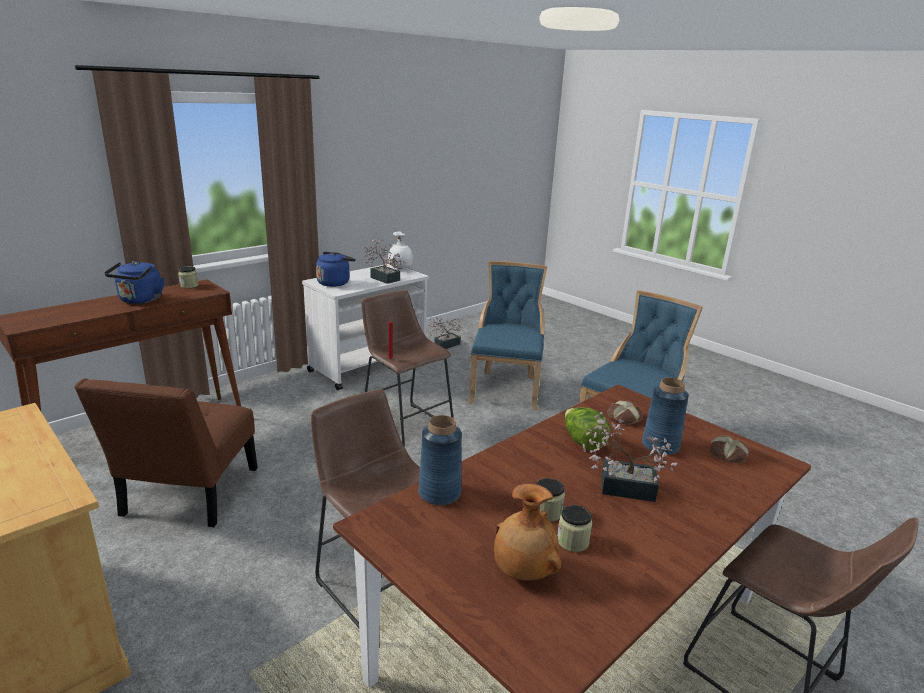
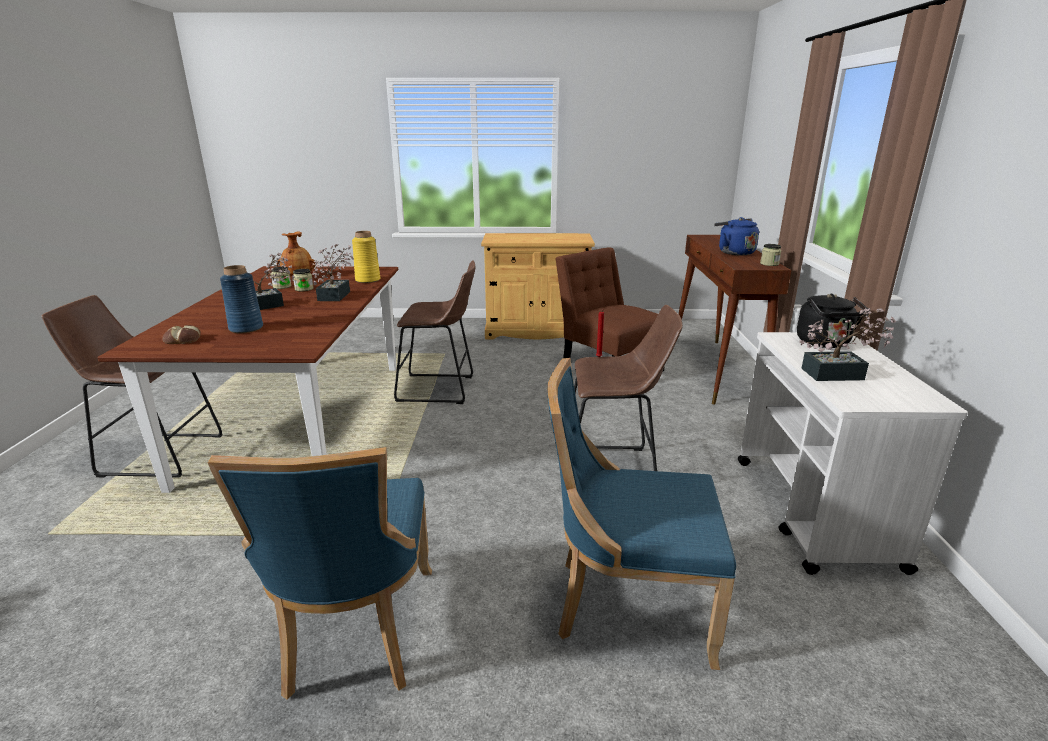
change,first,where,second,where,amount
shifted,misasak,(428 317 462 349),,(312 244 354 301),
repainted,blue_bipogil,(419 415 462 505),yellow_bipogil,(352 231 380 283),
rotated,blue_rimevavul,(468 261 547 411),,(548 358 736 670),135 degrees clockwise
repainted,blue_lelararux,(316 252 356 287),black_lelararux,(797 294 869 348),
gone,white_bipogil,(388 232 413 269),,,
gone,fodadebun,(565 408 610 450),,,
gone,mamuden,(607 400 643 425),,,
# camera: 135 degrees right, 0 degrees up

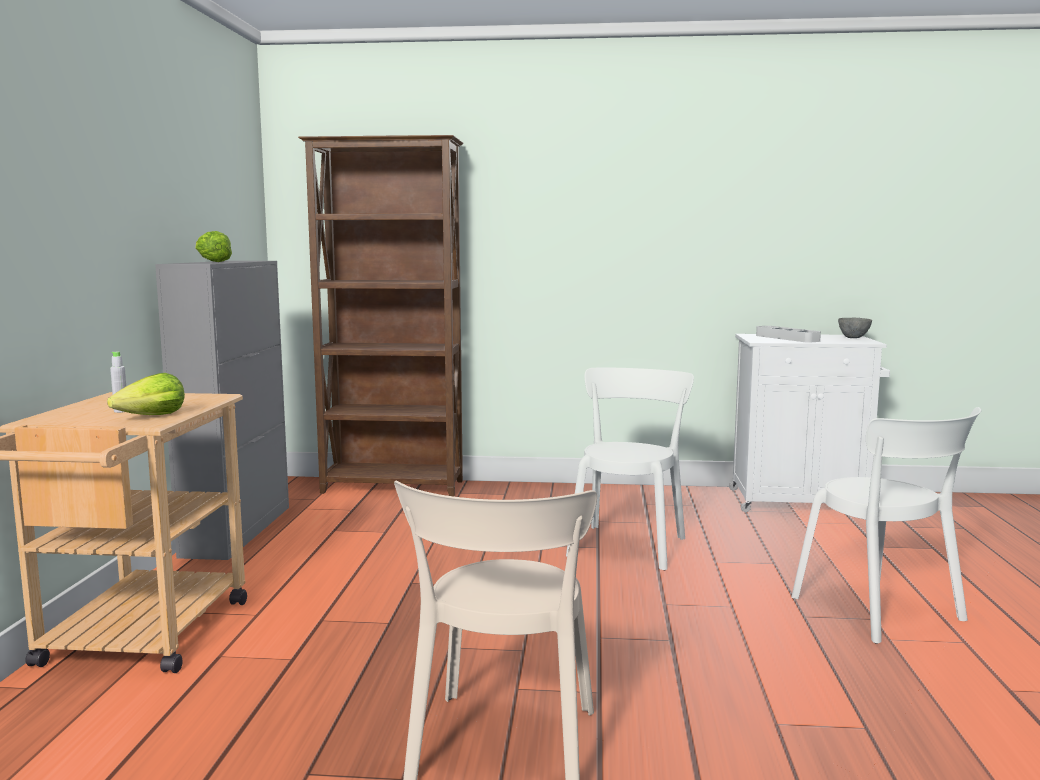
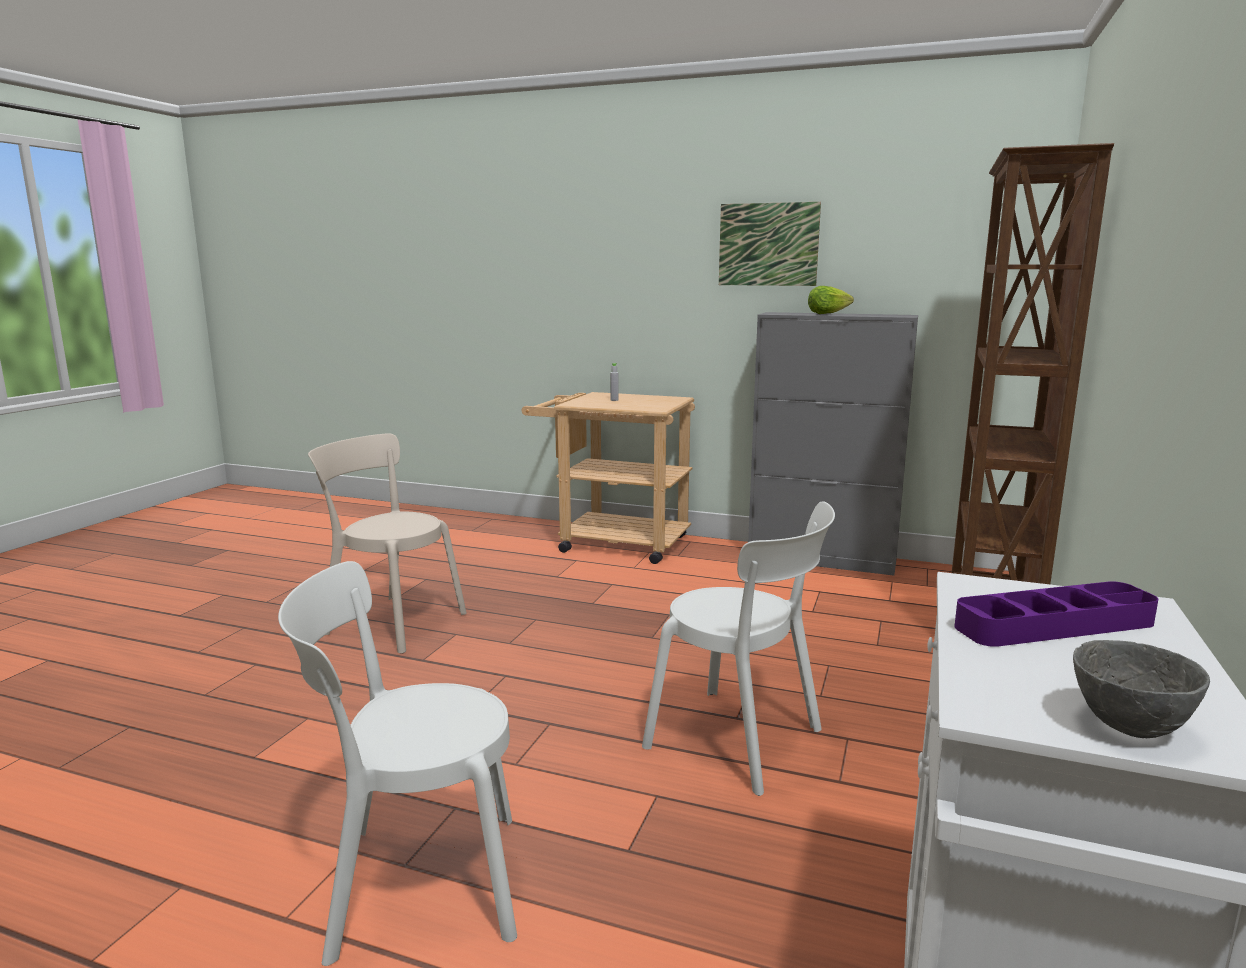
change,first,where,second,where,amount
new,,,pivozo,(719 202 821 286),
repainted,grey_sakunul,(756 326 821 343),purple_sakunul,(954 581 1158 647),
gone,fodadebun,(107 373 185 415),,,
# camera: 105 degrees right, 5 degrees up

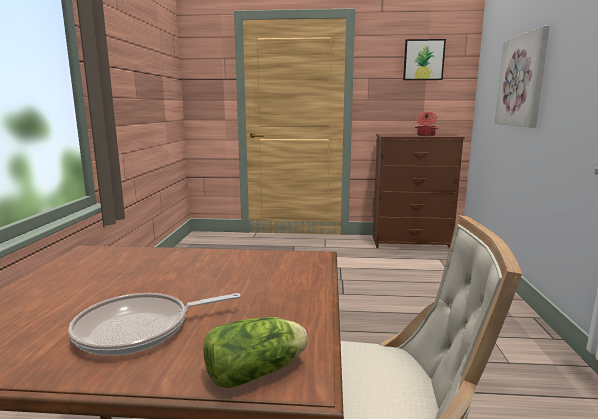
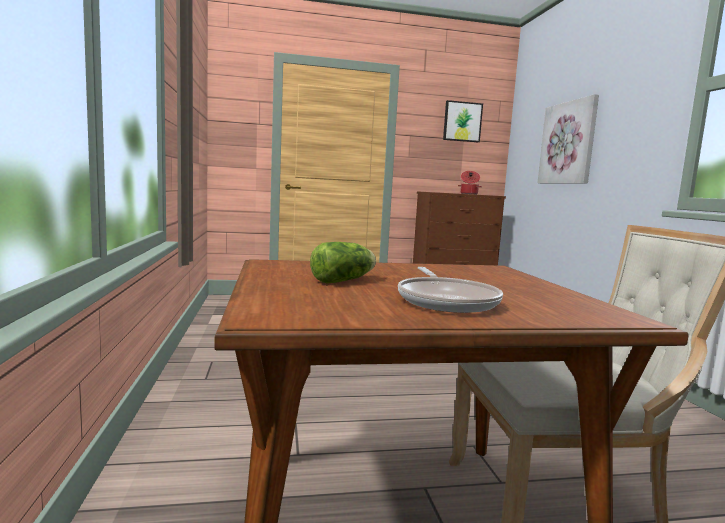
change,first,where,second,where,amount
shifted,fodadebun,(203 317 308 388),,(310 242 376 283),
rotated,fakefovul,(68 293 241 356),,(398 267 503 313),60 degrees counterclockwise
# camera: 15 degrees left, 5 degrees down

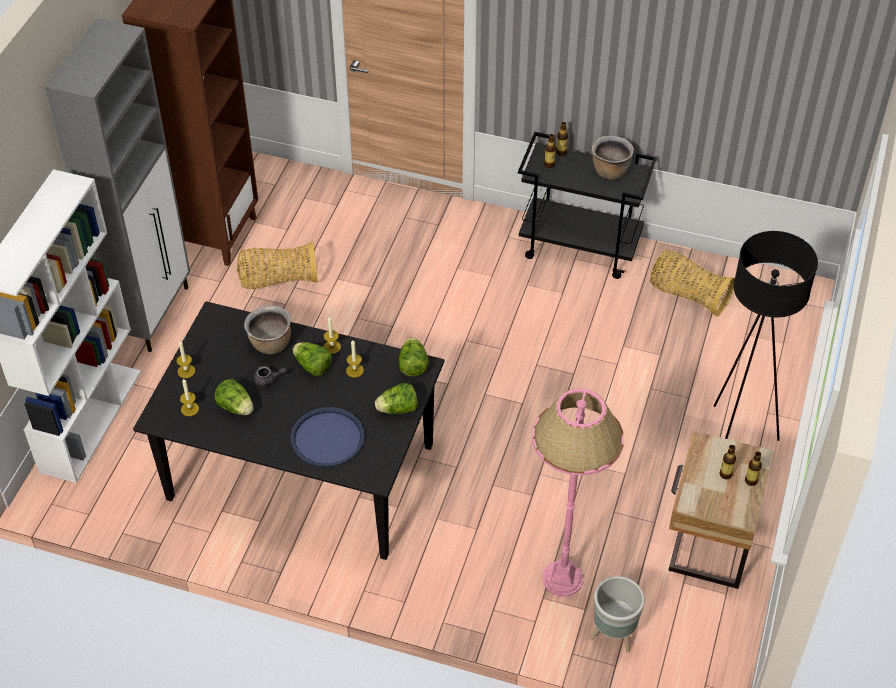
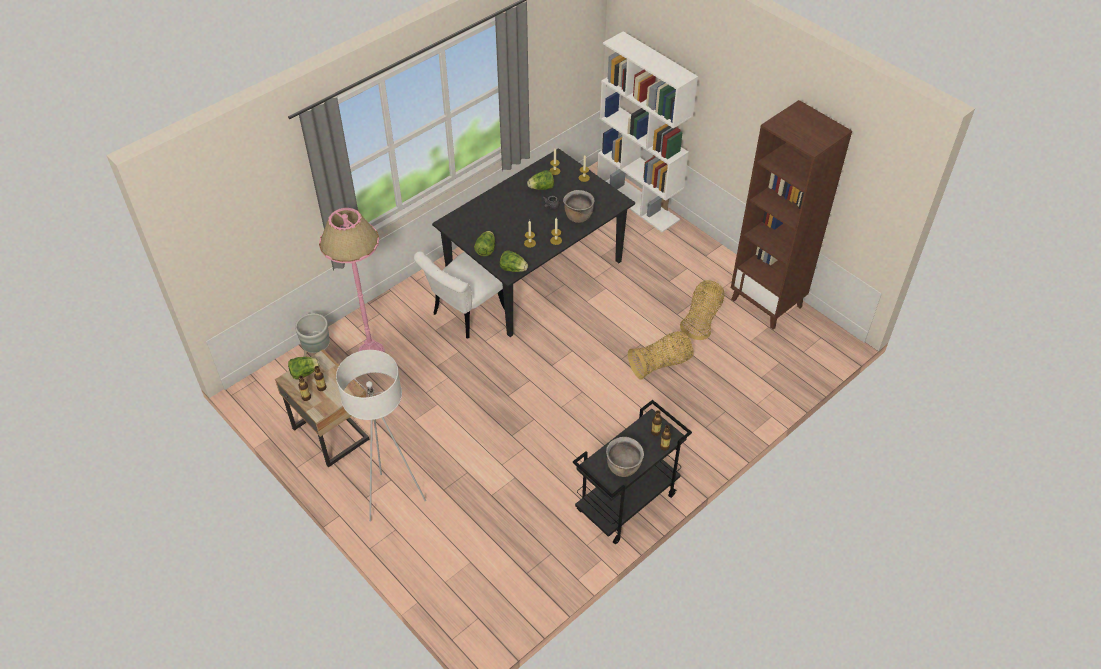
change,first,where,second,where,amount
shifted,fodadebun,(293 342 332 376),,(288 357 320 380),
repainted,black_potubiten,(714 231 818 441),white_potubiten,(336 350 426 522),
new,,,white_rimevavul,(414 251 505 338),
shifted,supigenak,(650 250 735 317),,(628 331 694 380),
gone,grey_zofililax,(45 18 190 352),,,
gone,blue_sakunul,(291 407 365 467),,,
# camera: 120 degrees right, 0 degrees up

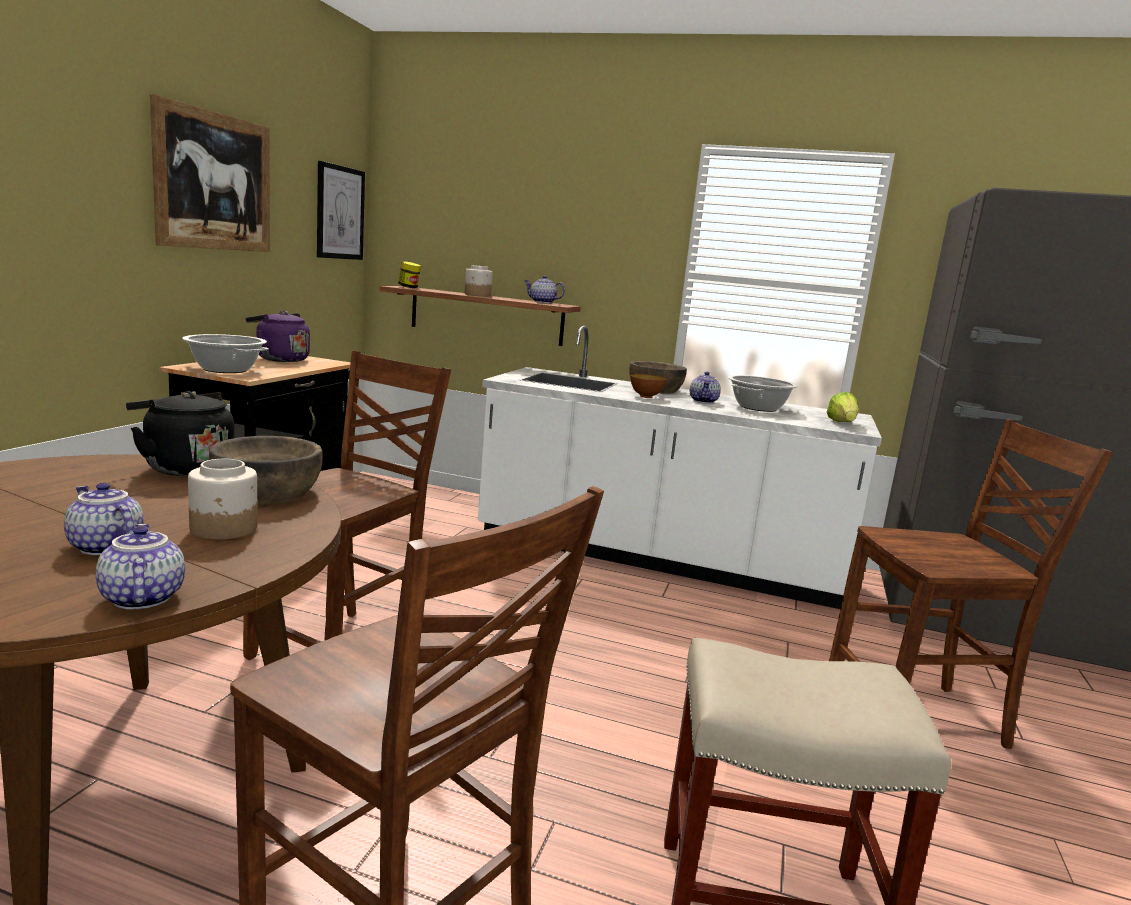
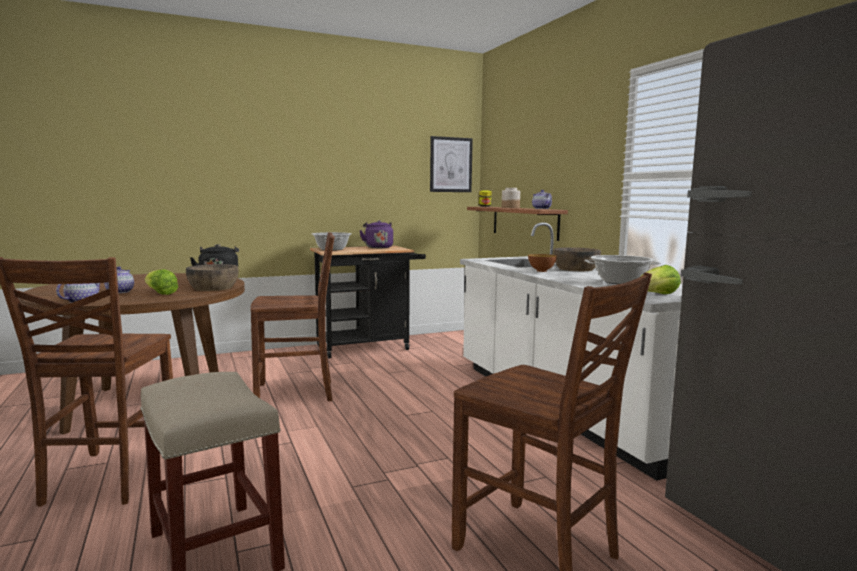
change,first,where,second,where,amount
swapped,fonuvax,(188 459 258 540),fodadebun,(145 269 178 295),
gone,pivozo,(150 94 270 252),,,
gone,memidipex,(690 372 721 404),,,
# camera: 50 degrees right, 5 degrees down

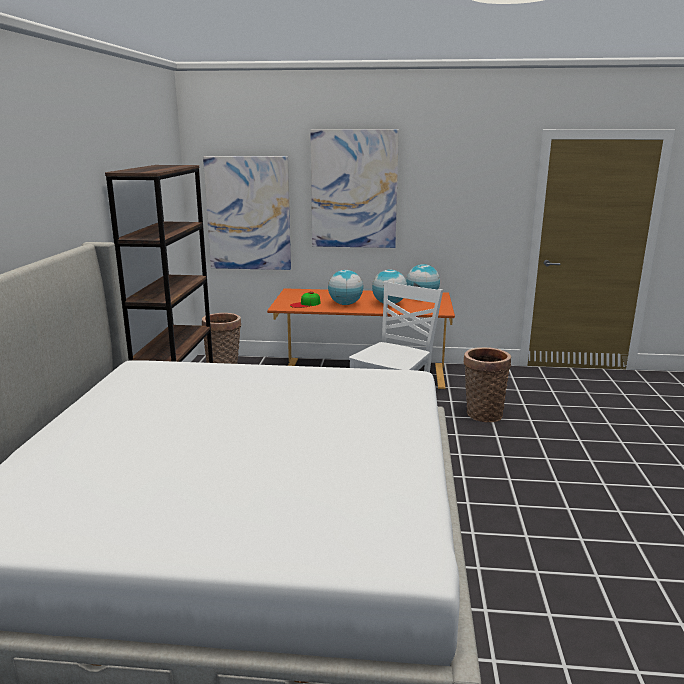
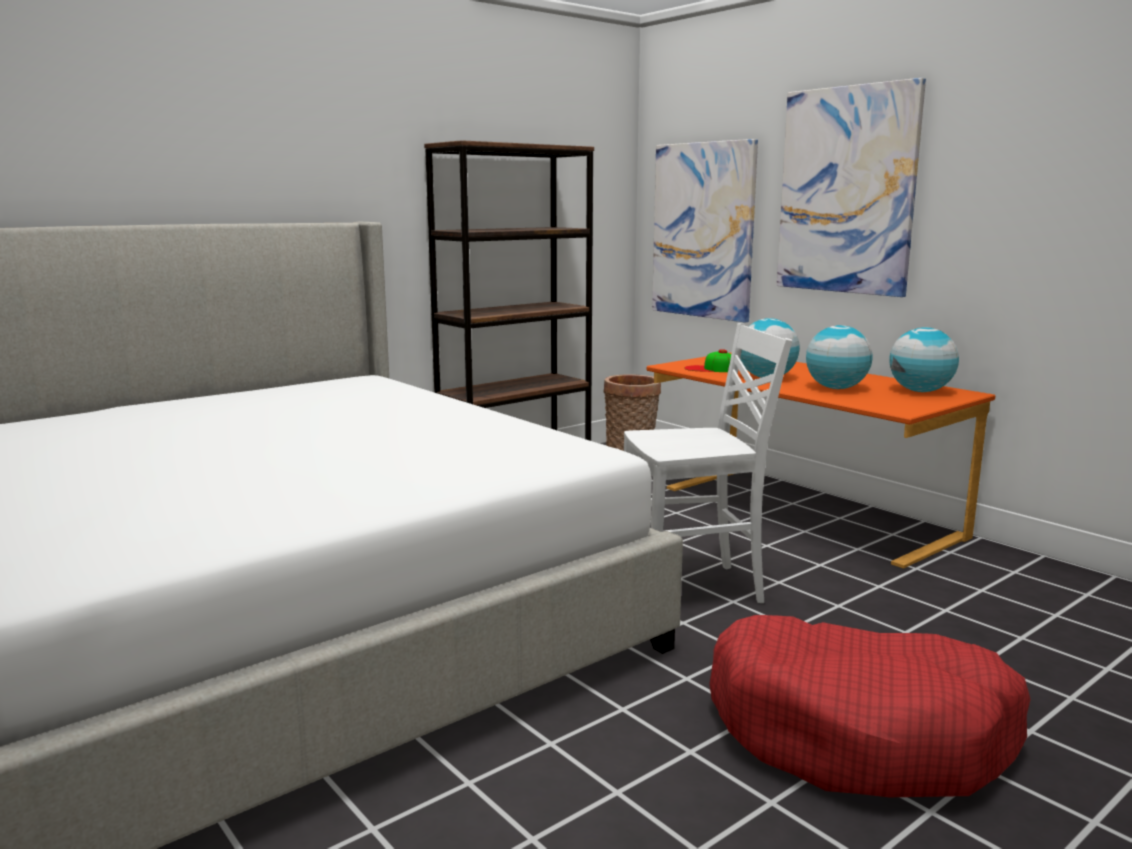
change,first,where,second,where,amount
new,,,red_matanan,(709 615 1031 797),
gone,supigenak,(464 347 511 422),,,
# camera: 45 degrees right, 5 degrees down

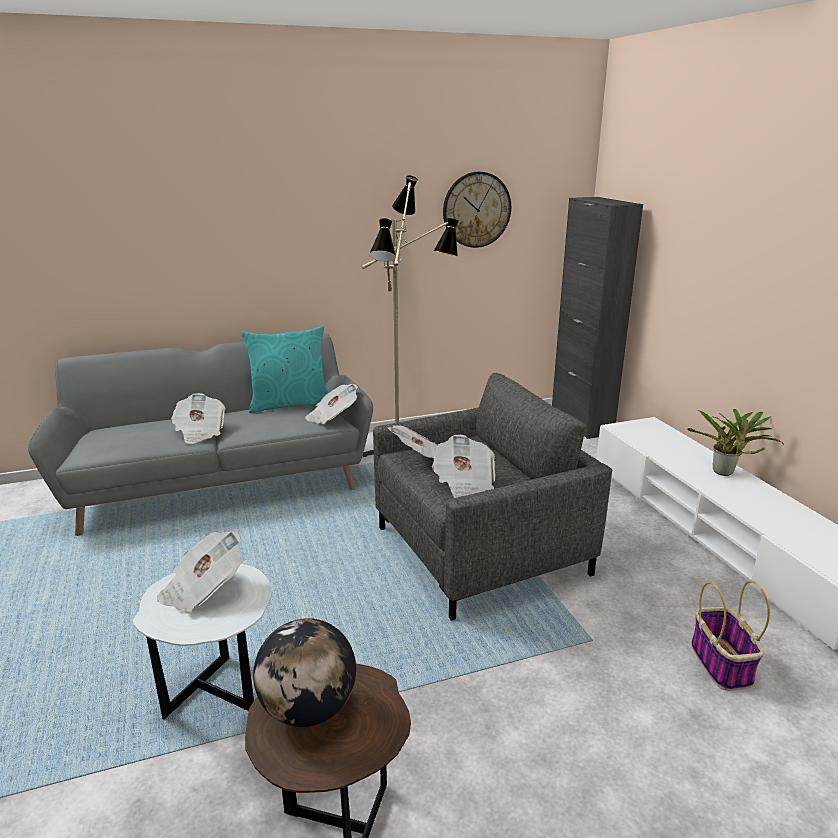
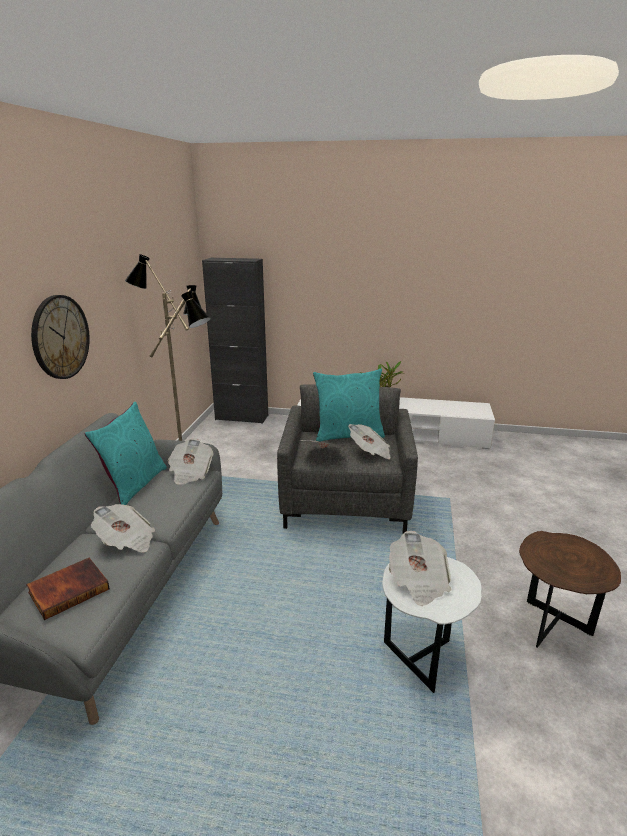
change,first,where,second,where,amount
new,,,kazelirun,(26 558 110 620),
shifted,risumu,(443 172 511 248),,(31 295 90 379),
new,,,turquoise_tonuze,(313 369 385 441),
gone,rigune,(253 618 356 727),,,
gone,supigenak,(691 580 770 691),,,
# camera: 60 degrees left, 0 degrees up

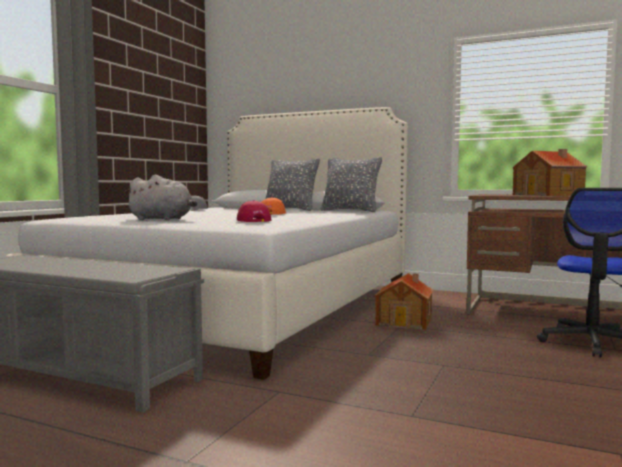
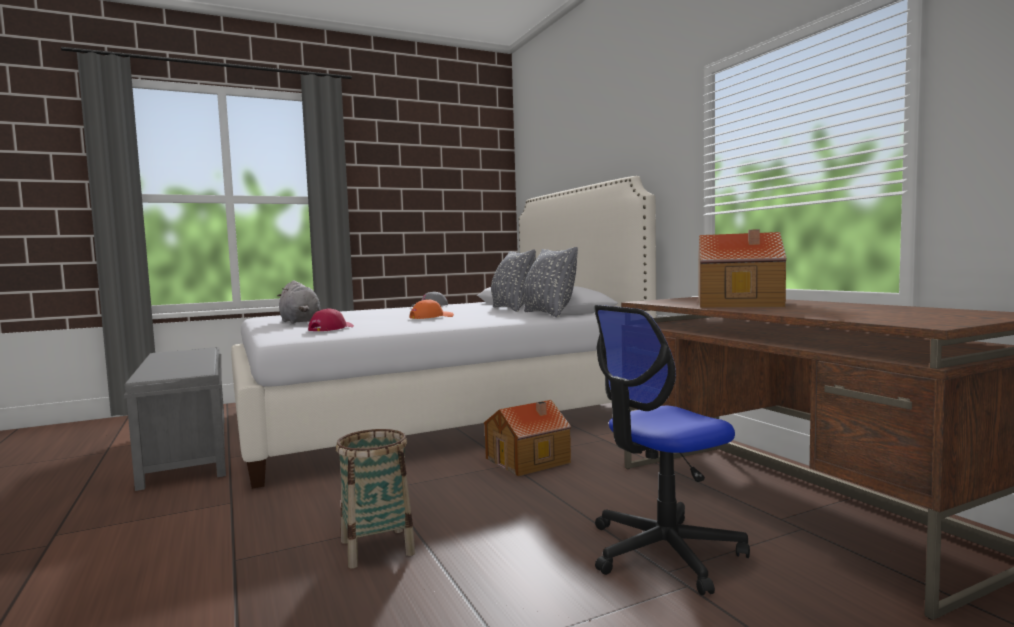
change,first,where,second,where,amount
new,,,supigenak,(336 429 415 568),
# camera: 40 degrees right, 0 degrees up

